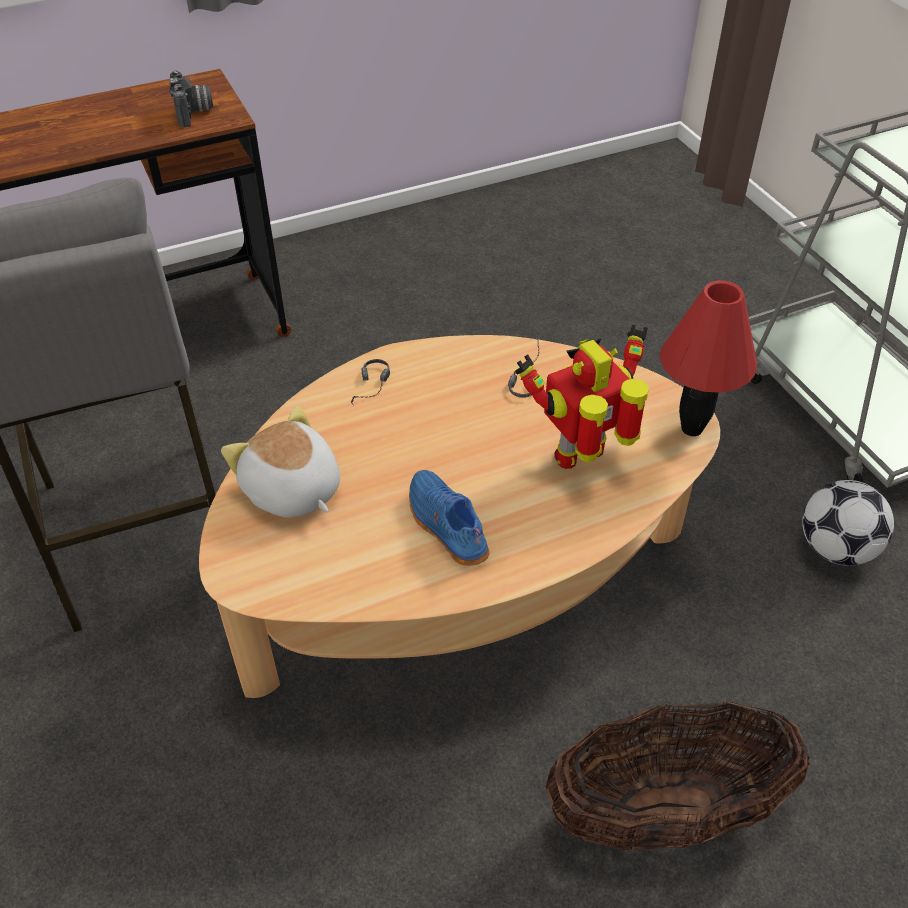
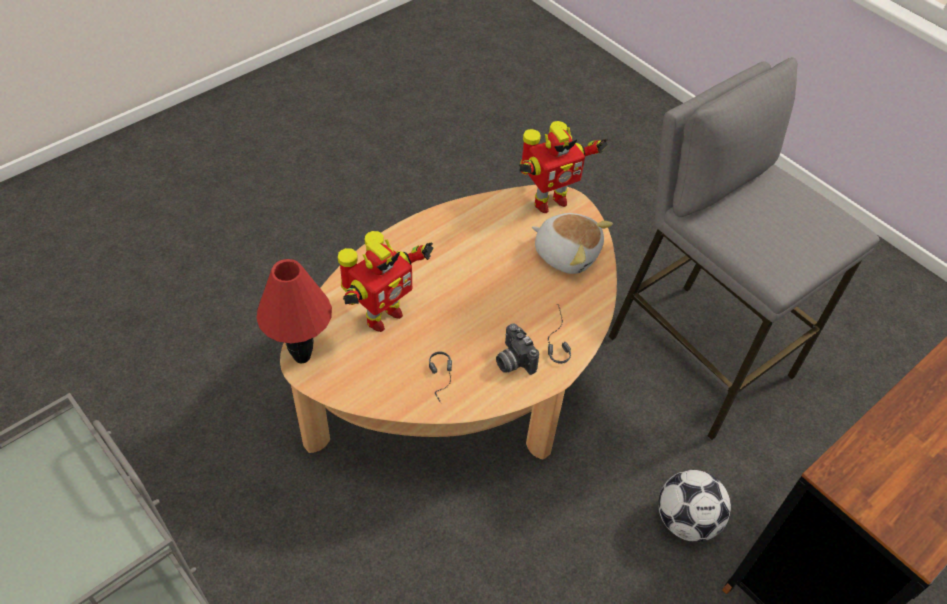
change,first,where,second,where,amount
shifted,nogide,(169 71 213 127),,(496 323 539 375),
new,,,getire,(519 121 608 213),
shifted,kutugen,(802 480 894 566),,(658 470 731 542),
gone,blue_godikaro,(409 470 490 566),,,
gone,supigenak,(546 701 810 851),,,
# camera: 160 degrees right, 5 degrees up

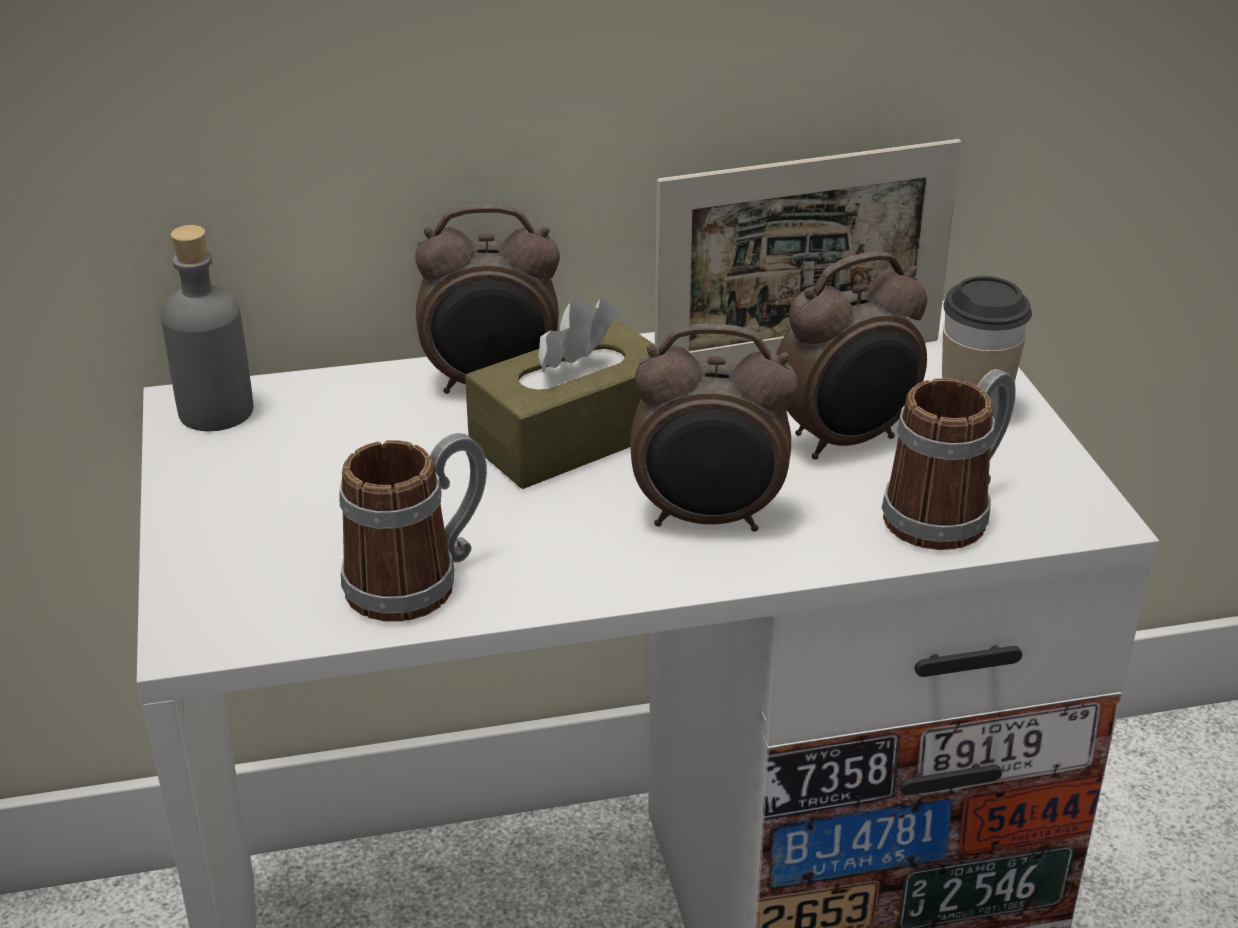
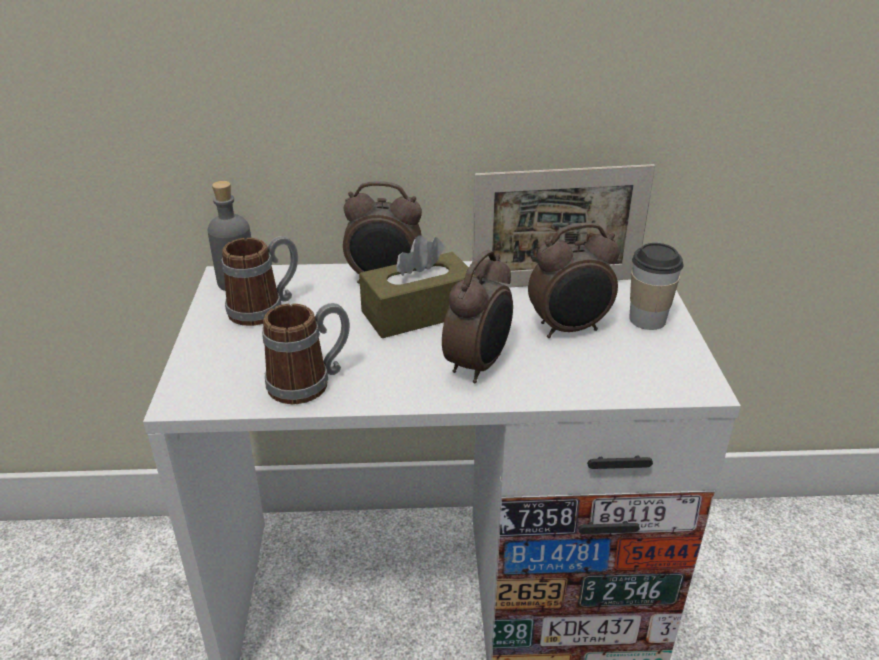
change,first,where,second,where,amount
shifted,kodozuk,(882 369 1016 550),,(221 236 298 326),
rotated,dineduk,(630 324 798 532),,(442 250 513 383),75 degrees counterclockwise
# camera: 10 degrees right, 0 degrees up

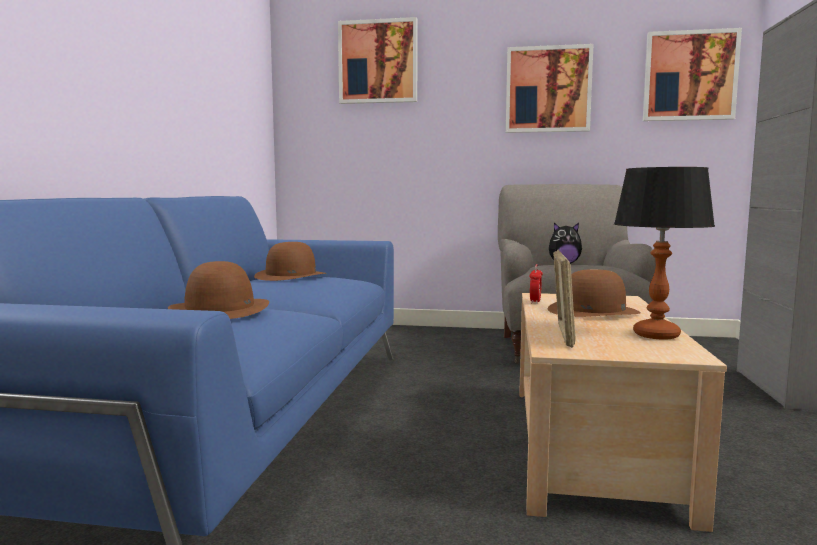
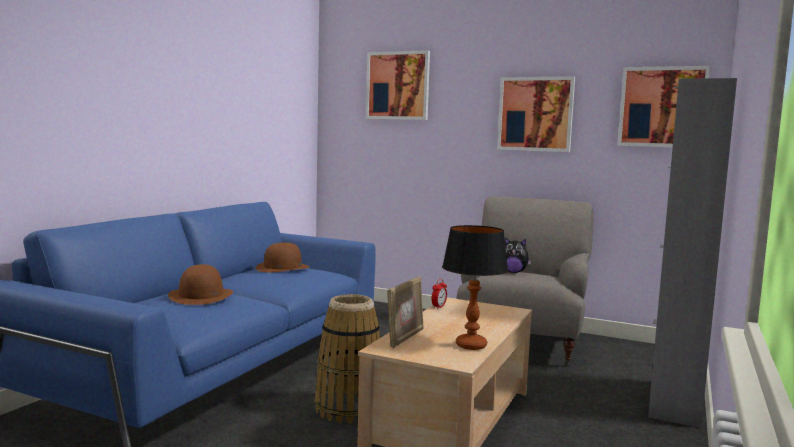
change,first,where,second,where,amount
new,,,supigenak,(314 294 380 424),
gone,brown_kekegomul,(547 269 641 317),,,
# camera: 15 degrees right, 0 degrees up

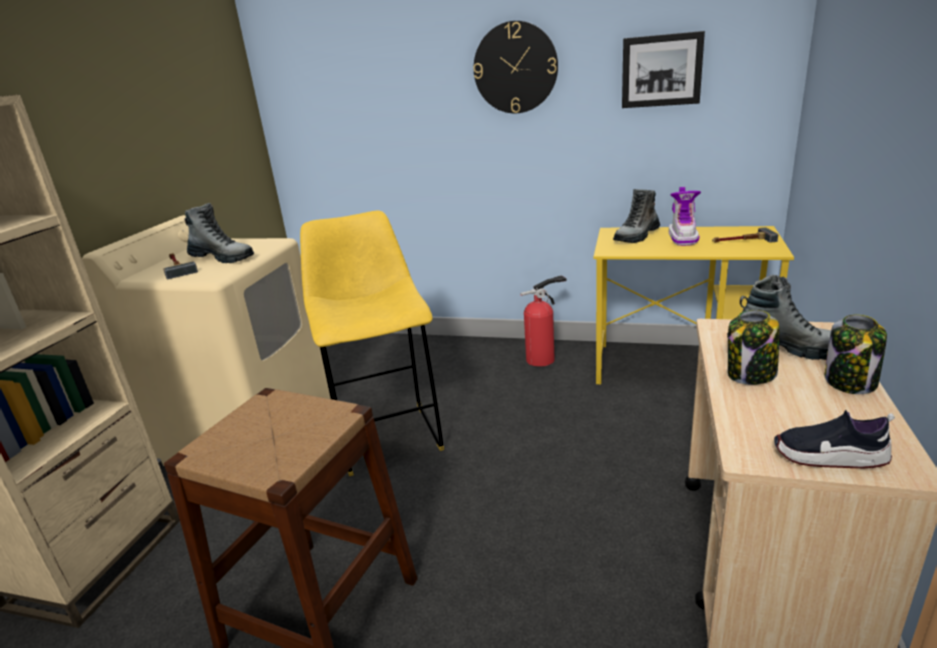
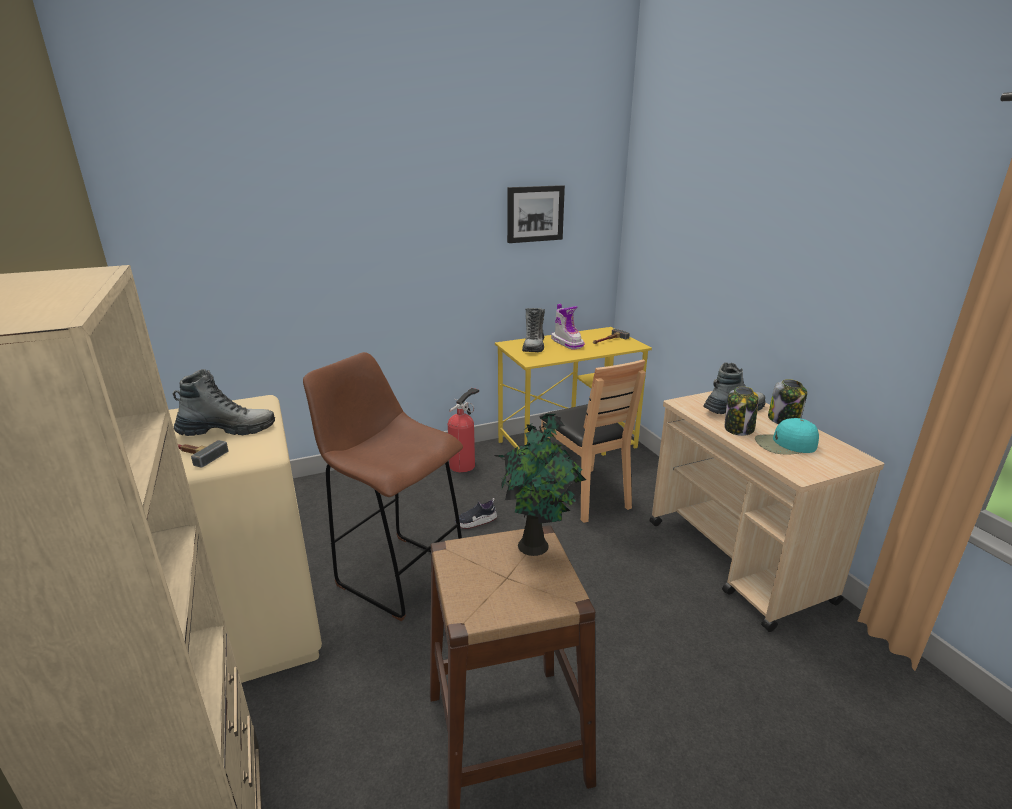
change,first,where,second,where,amount
repainted,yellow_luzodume,(300 210 444 476),brown_luzodume,(303 352 463 621),
shifted,godikaro,(774 410 895 468),,(455 498 497 529),
new,,,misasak,(494 414 586 556),
new,,,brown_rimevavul,(540 359 646 523),
new,,,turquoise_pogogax,(755 418 819 455),
gone,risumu,(473 21 558 113),,,
# camera: 40 degrees left, 0 degrees up

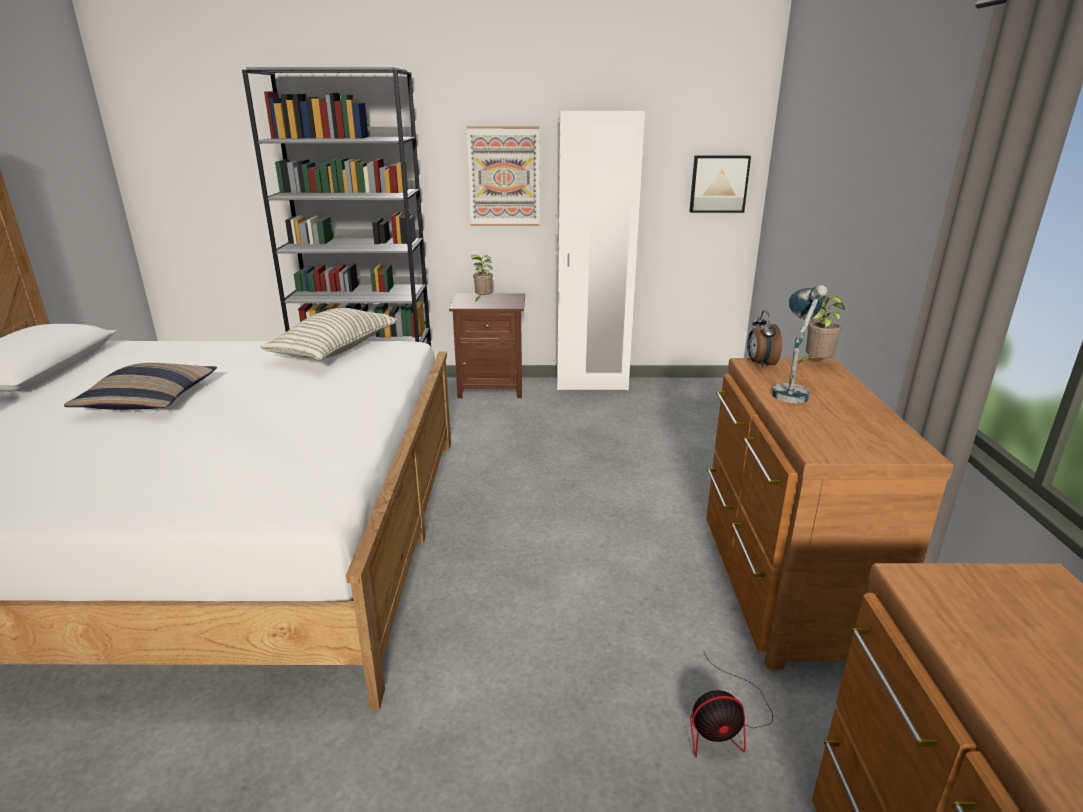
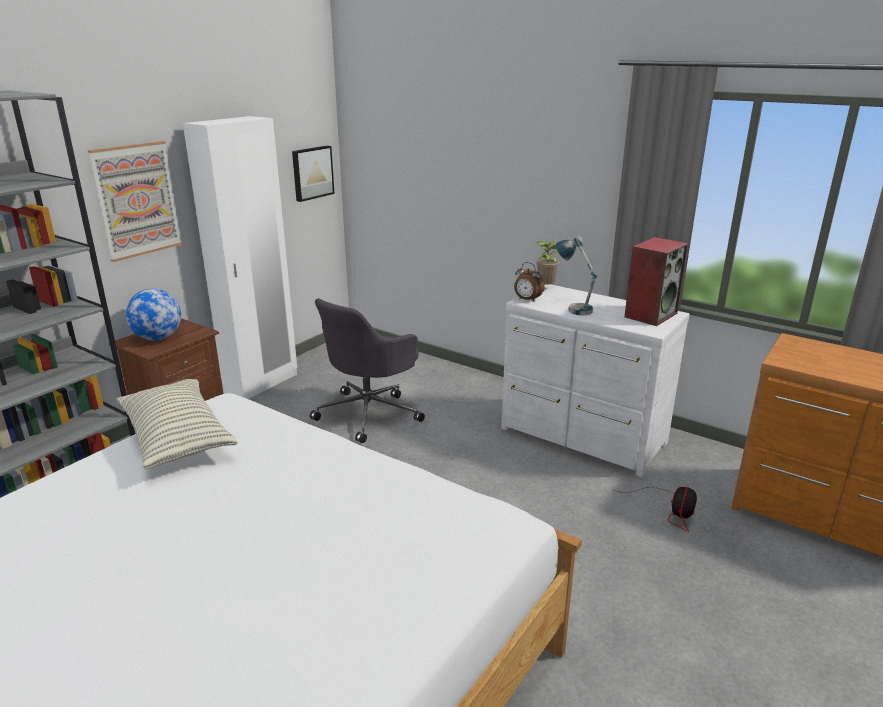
change,first,where,second,where,amount
swapped,misasak,(471 255 493 302),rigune,(125 289 181 340),
new,,,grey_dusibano,(310 298 425 443),
repainted,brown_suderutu,(706 358 954 670),white_suderutu,(501 284 690 477),
new,,,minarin,(624 237 688 326),
gone,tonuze,(64 363 217 410),,,
# camera: 55 degrees left, 0 degrees up

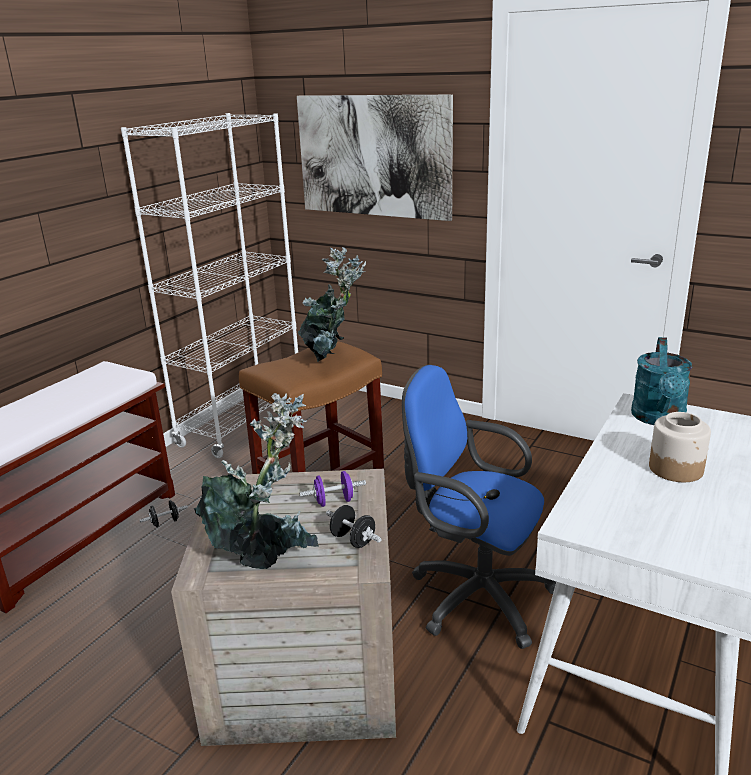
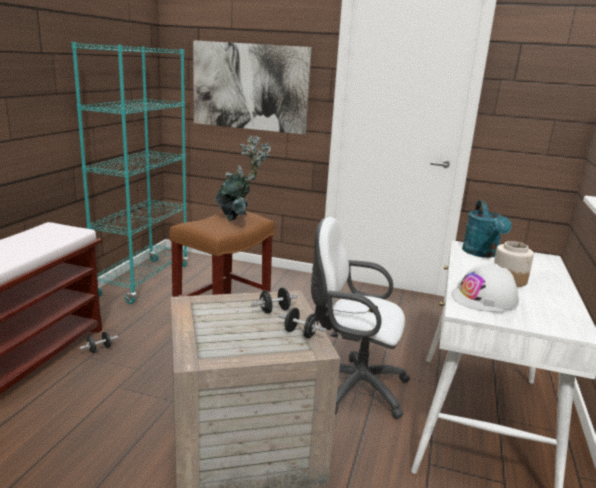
change,first,where,second,where,amount
repainted,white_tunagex,(121 113 298 458),turquoise_tunagex,(72 42 188 304),
repainted,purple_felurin,(300 471 366 507),black_felurin,(251 287 298 314),
repainted,blue_dusibano,(402 364 556 649),white_dusibano,(311 217 410 419),
new,,,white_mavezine,(452 262 519 312),
gone,misasak,(194 393 319 569),,,
# camera: 15 degrees left, 5 degrees down

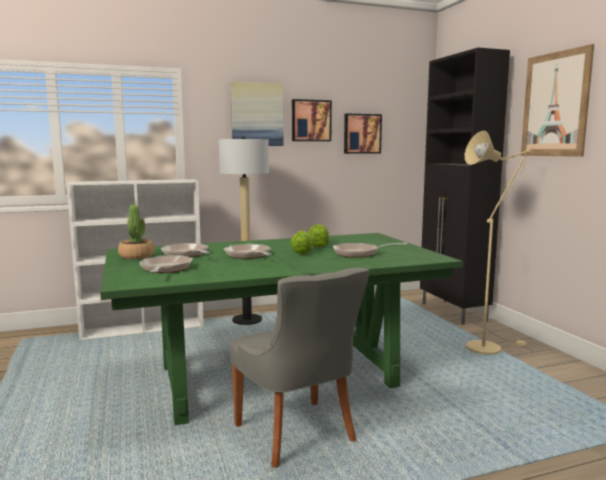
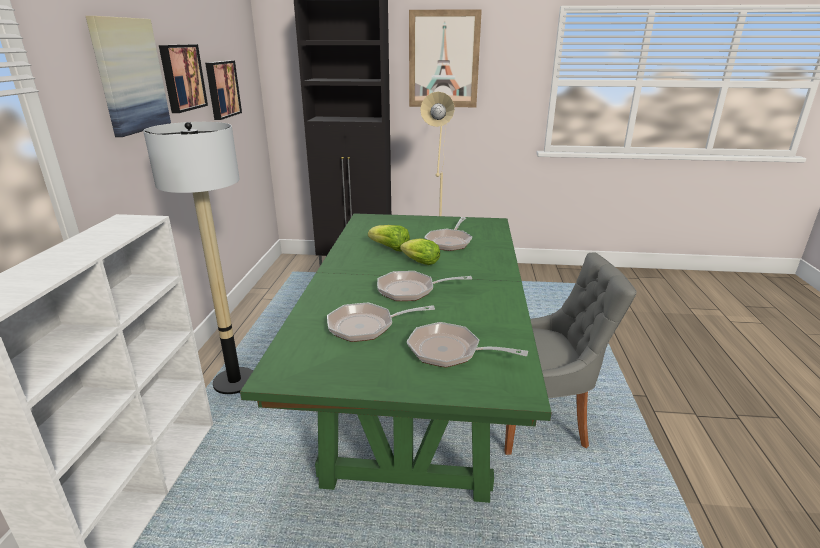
change,first,where,second,where,amount
gone,misasak,(118 204 155 259),,,
# camera: 65 degrees left, 15 degrees up

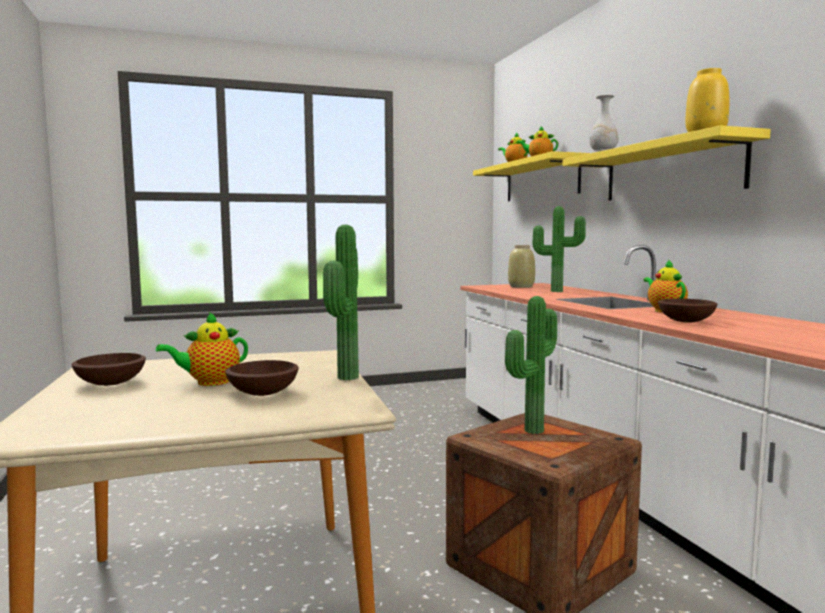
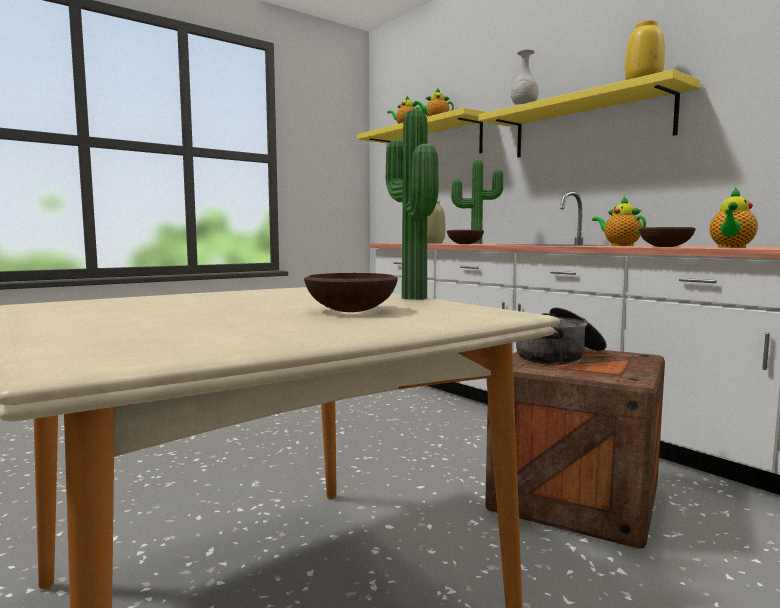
change,first,where,second,where,amount
shifted,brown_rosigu,(72 353 146 386),,(447 230 484 244),
swapped,misasak,(505 296 557 434),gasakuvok,(516 307 607 364),
shifted,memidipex,(156 312 248 386),,(710 188 758 248),
# camera: 20 degrees left, 0 degrees up

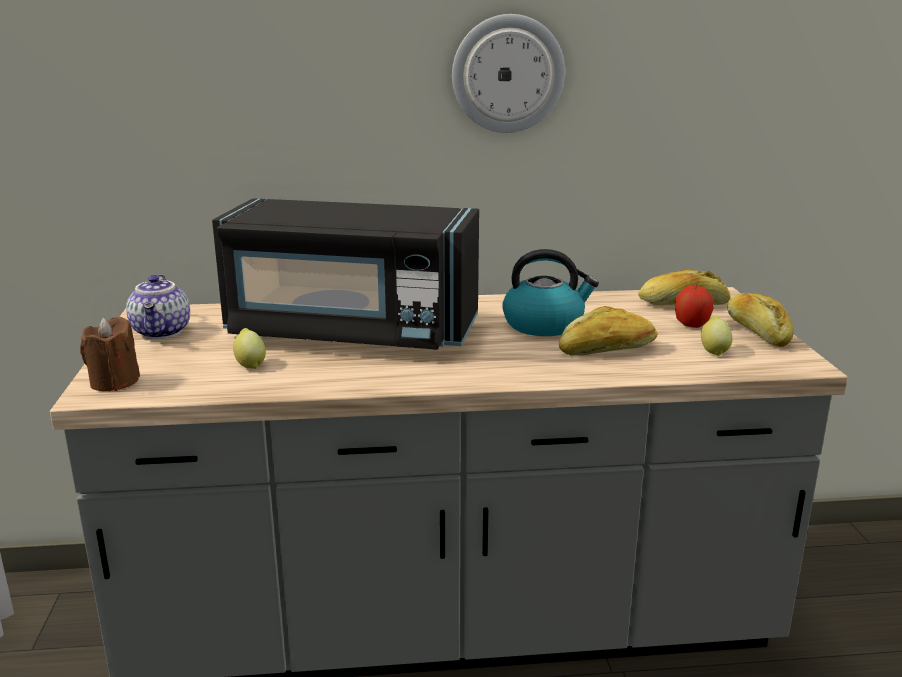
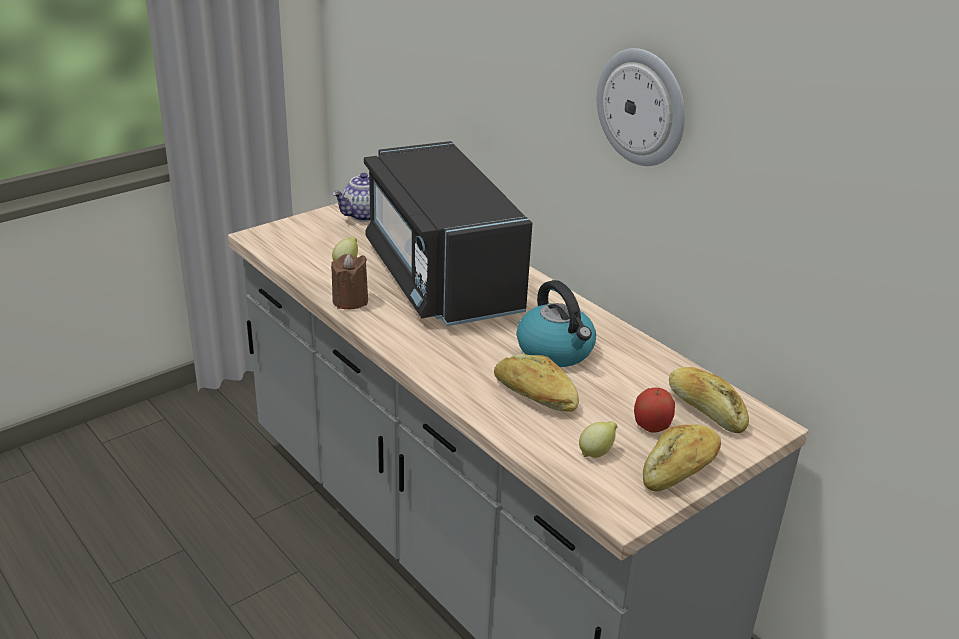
change,first,where,second,where,amount
shifted,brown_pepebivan,(80 317 140 391),,(331 254 368 309),
# camera: 55 degrees right, 10 degrees up

